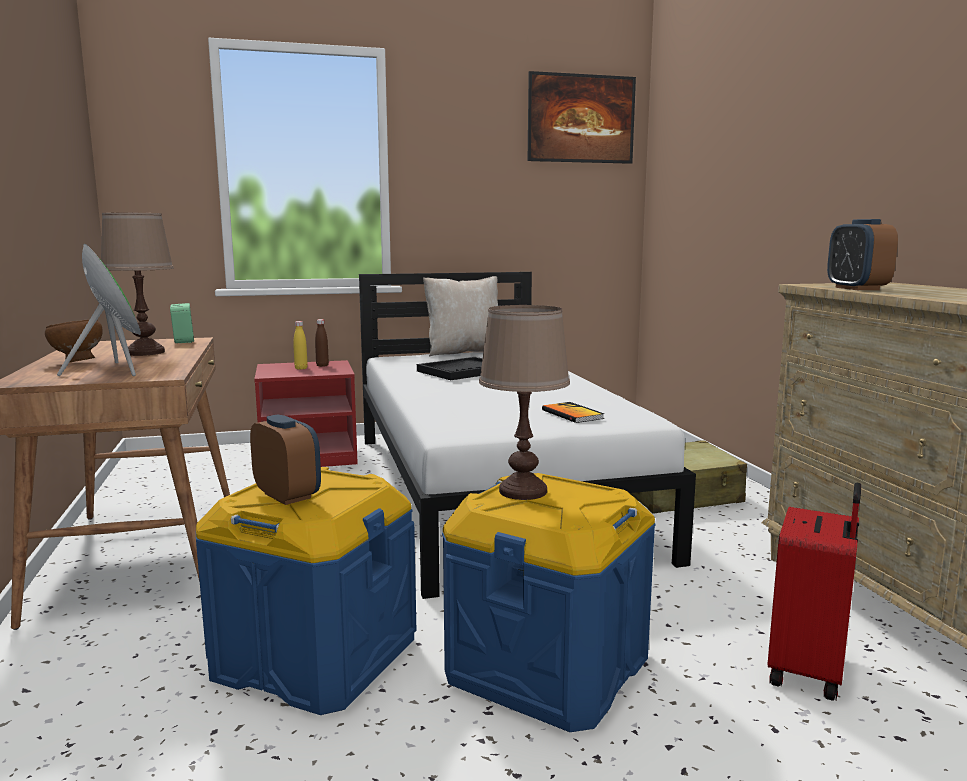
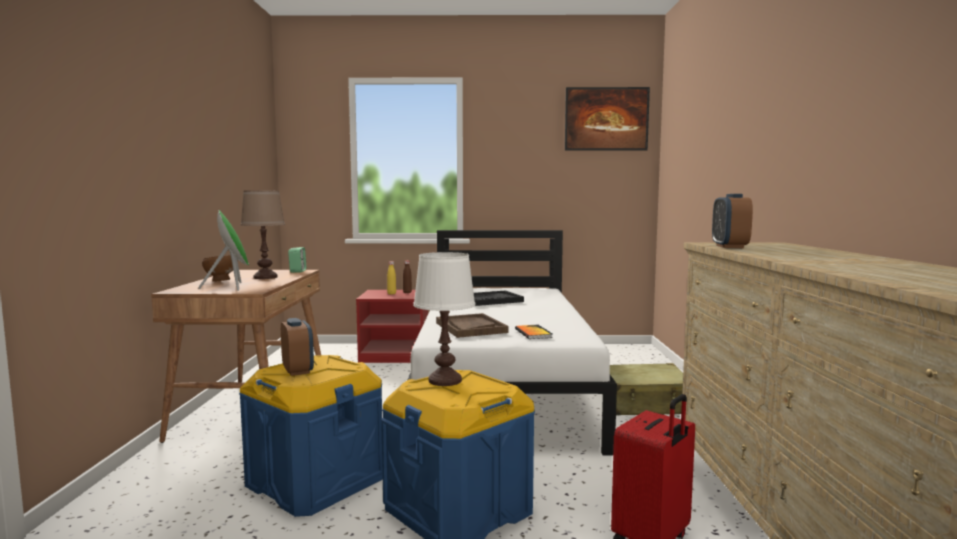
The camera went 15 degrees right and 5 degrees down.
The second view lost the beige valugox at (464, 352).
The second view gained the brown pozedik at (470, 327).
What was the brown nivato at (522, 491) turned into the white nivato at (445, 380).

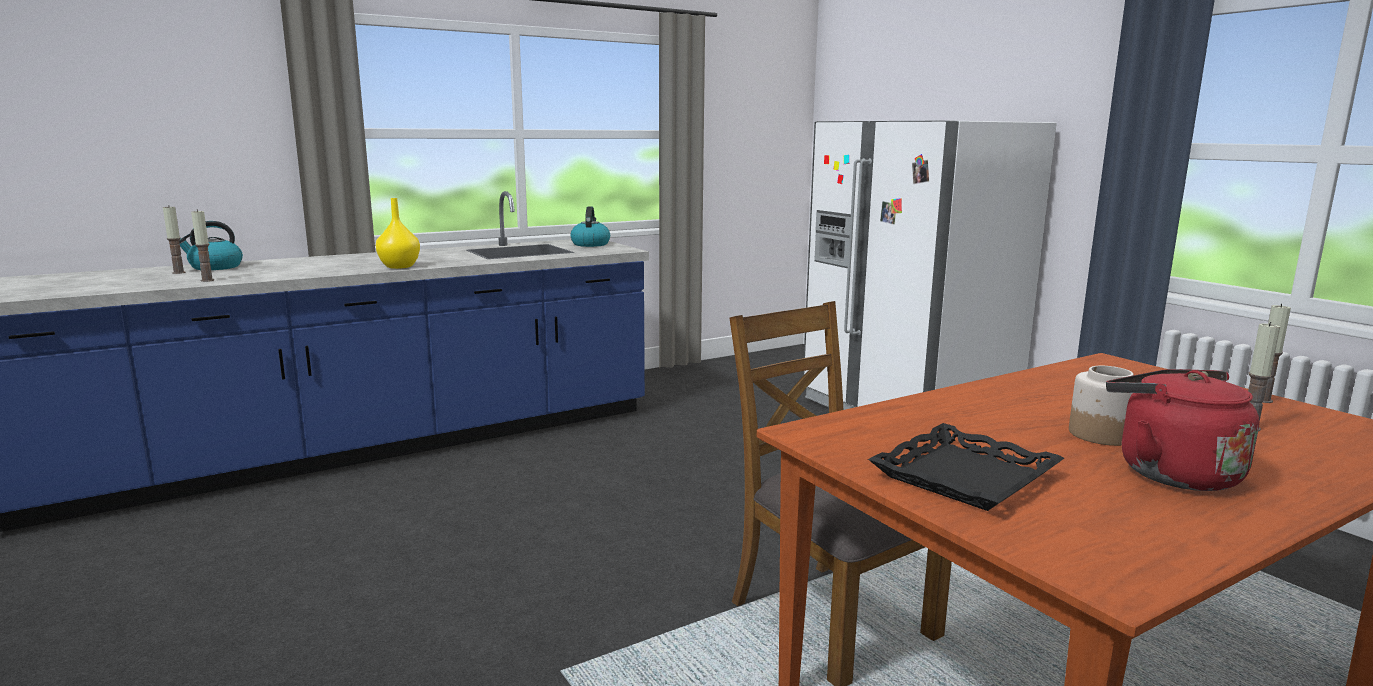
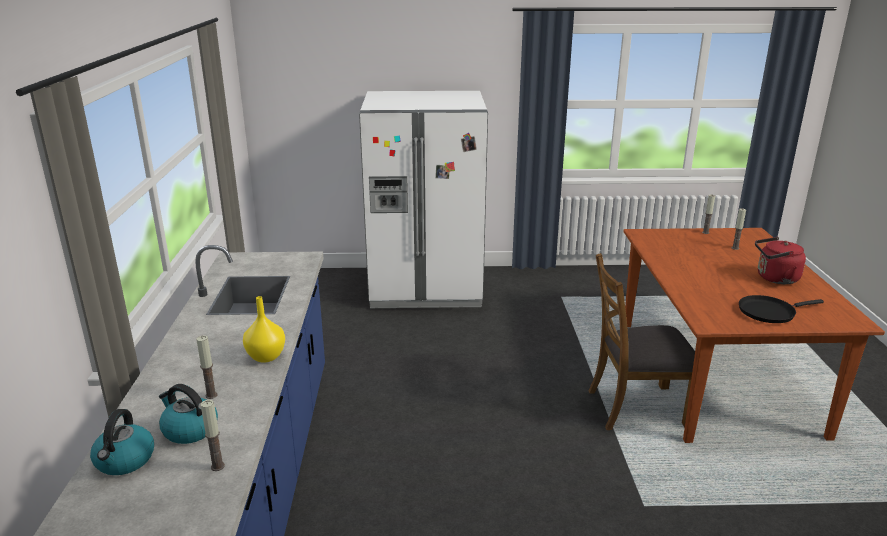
The camera went 60 degrees left and 10 degrees up.
The second view lost the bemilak at (1100, 434).
The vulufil ended up elsewhere, having gone from (178, 272) to (211, 395).
The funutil ended up elsewhere, having gone from (590, 244) to (189, 430).
Where the black pozedik stood at (963, 476), the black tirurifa came to stand at (769, 312).

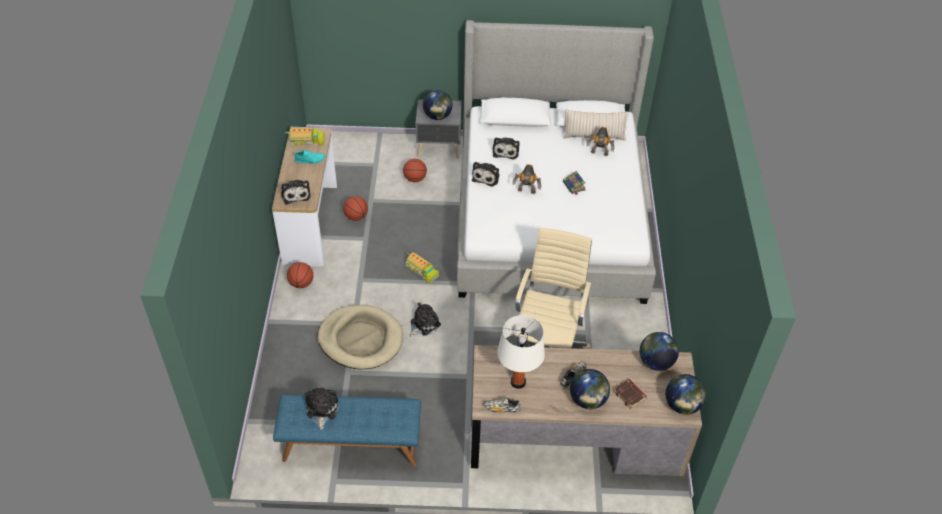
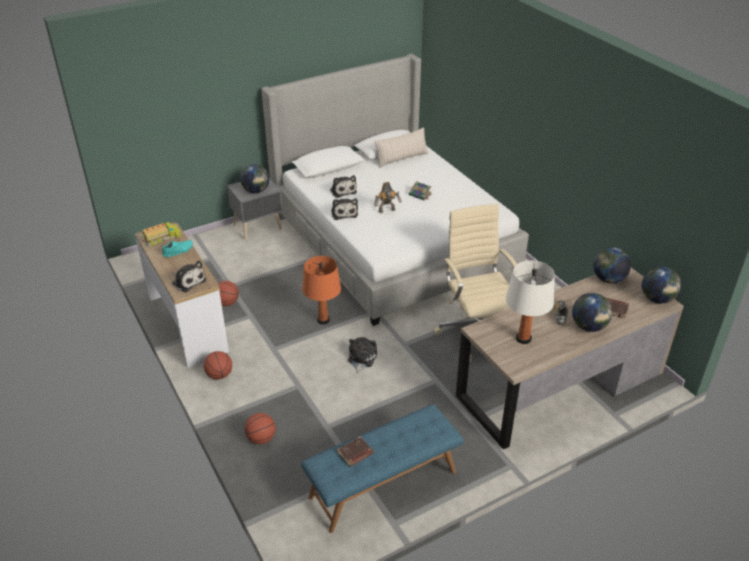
The camera went 30 degrees left and 10 degrees down.
The second view lost the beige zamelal at (361, 339).
The second view lost the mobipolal at (501, 409).
The second view lost the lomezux at (599, 154).
The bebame ended up elsewhere, having gone from (415, 179) to (261, 438).
Where the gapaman stood at (321, 410), the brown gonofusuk came to stand at (355, 454).
Where the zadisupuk stood at (421, 271), the orange nivato came to stand at (323, 320).

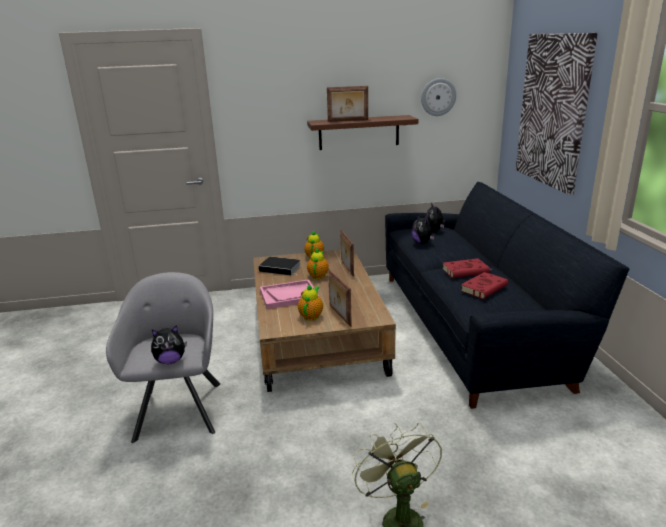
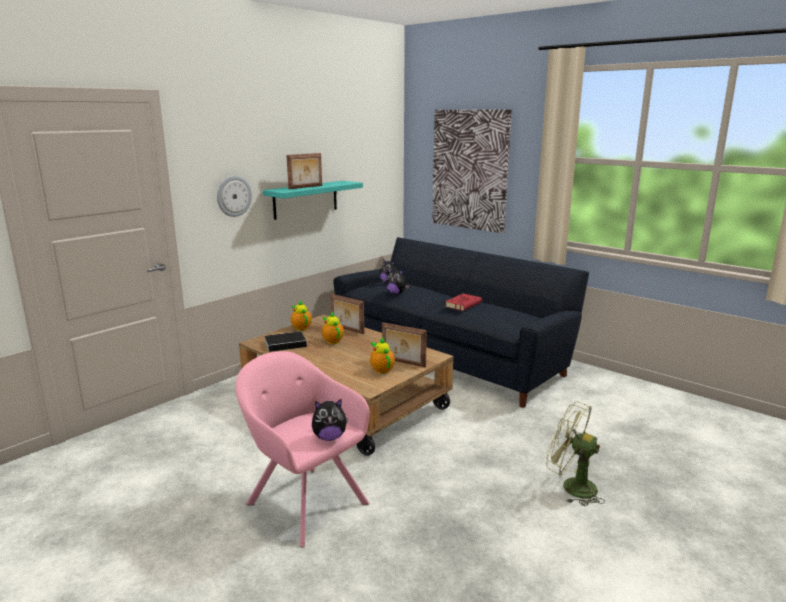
The camera went 40 degrees left and 5 degrees down.
The second view lost the pink pozedik at (289, 295).
The second view lost the red gonofusuk at (484, 288).
The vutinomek ended up elsewhere, having gone from (438, 97) to (233, 196).
What was the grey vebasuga at (179, 407) turned into the pink vebasuga at (303, 501).
What was the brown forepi at (359, 132) turned into the turquoise forepi at (305, 199).
The gapaman at (170, 361) ended up facing another way, 45 degrees clockwise from before.

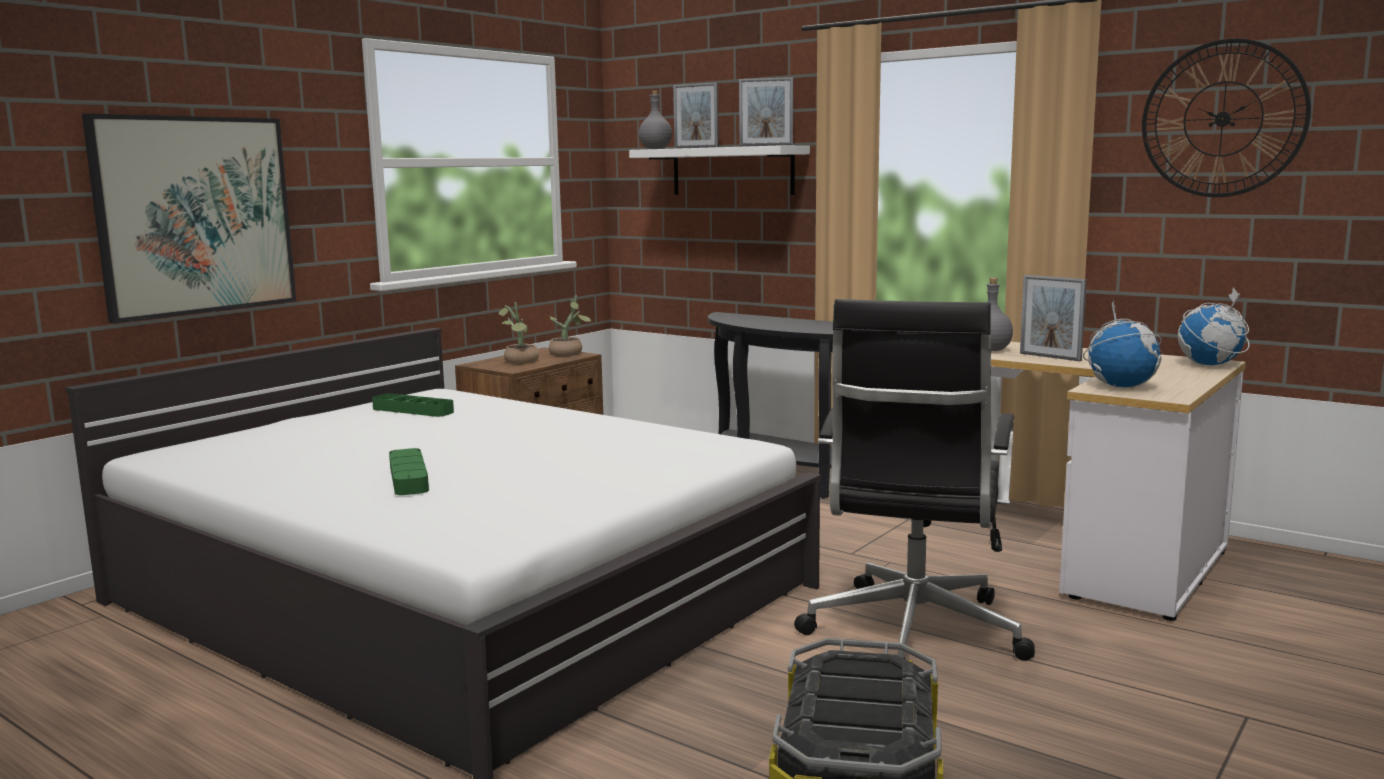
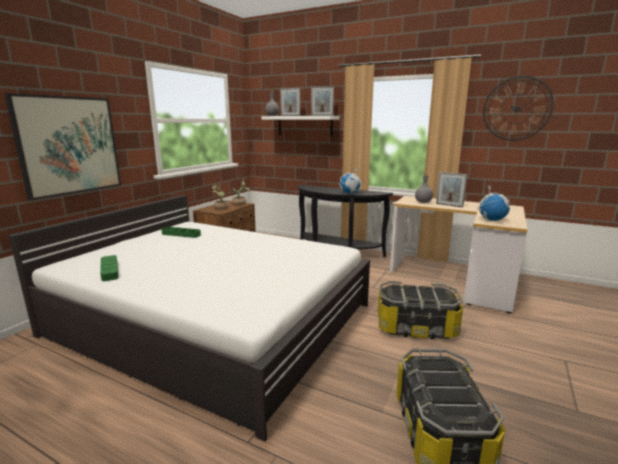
The camera went 10 degrees left and 5 degrees up.
The green pozedik ended up elsewhere, having gone from (408, 478) to (110, 270).
The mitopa ended up elsewhere, having gone from (1210, 365) to (350, 193).
Where the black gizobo stood at (912, 635), the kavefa came to stand at (416, 328).

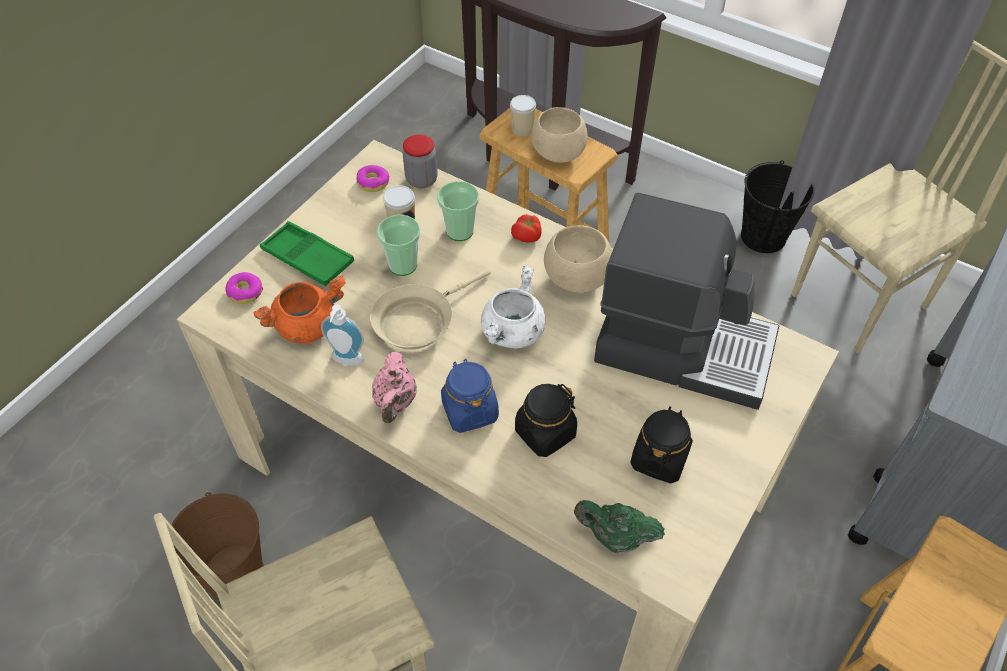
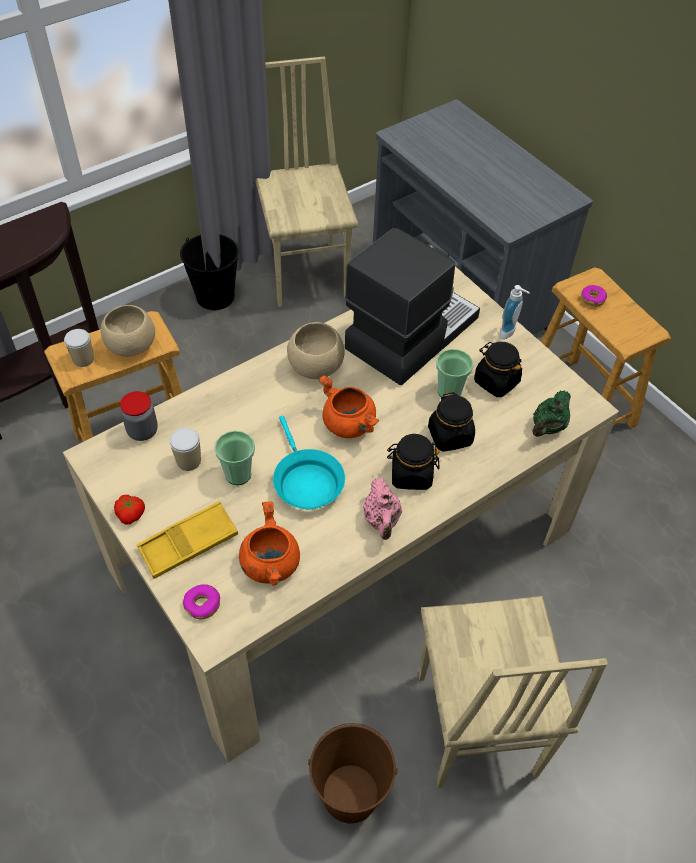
The camera went 70 degrees left and 0 degrees up.
The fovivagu ended up elsewhere, having gone from (346, 361) to (510, 333).
The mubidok ended up elsewhere, having gone from (373, 182) to (592, 299).
The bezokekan ended up elsewhere, having gone from (460, 231) to (449, 391).
The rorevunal ended up elsewhere, having gone from (527, 236) to (131, 514).
What was the green pozedik at (308, 258) turned into the yellow pozedik at (188, 543).
What was the beige tirurifa at (418, 321) turned into the turquoise tirurifa at (306, 481).
What was the blue bemilak at (469, 410) turned into the black bemilak at (411, 475).
What was the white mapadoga at (512, 333) turned into the orange mapadoga at (349, 424).
The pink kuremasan at (395, 402) ended up facing another way, 60 degrees clockwise from before.

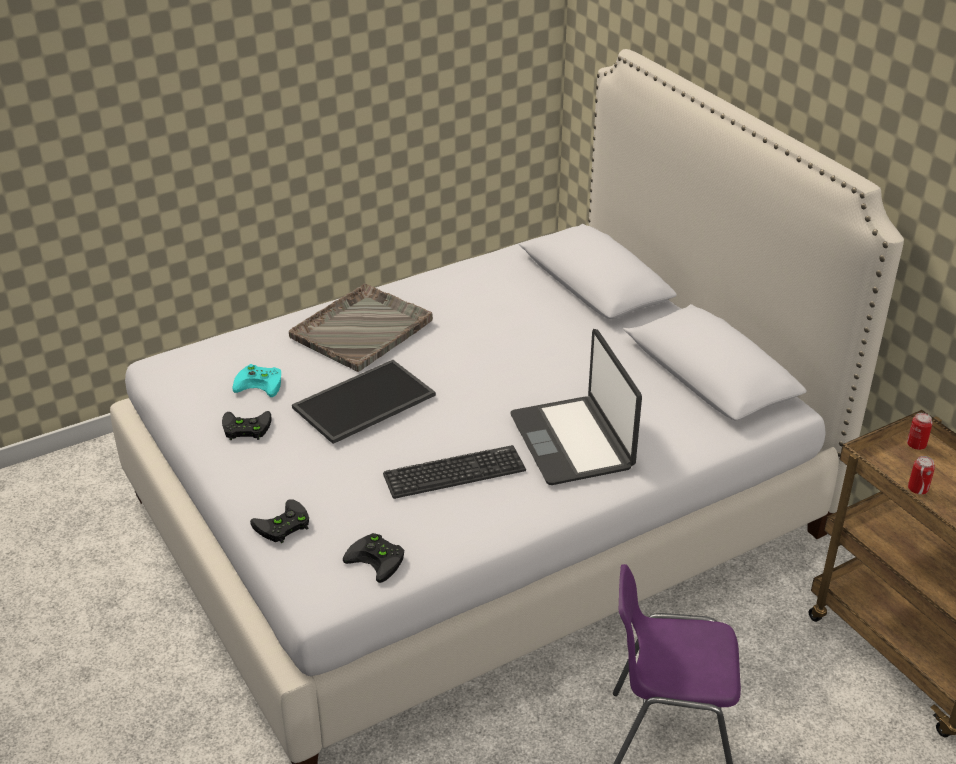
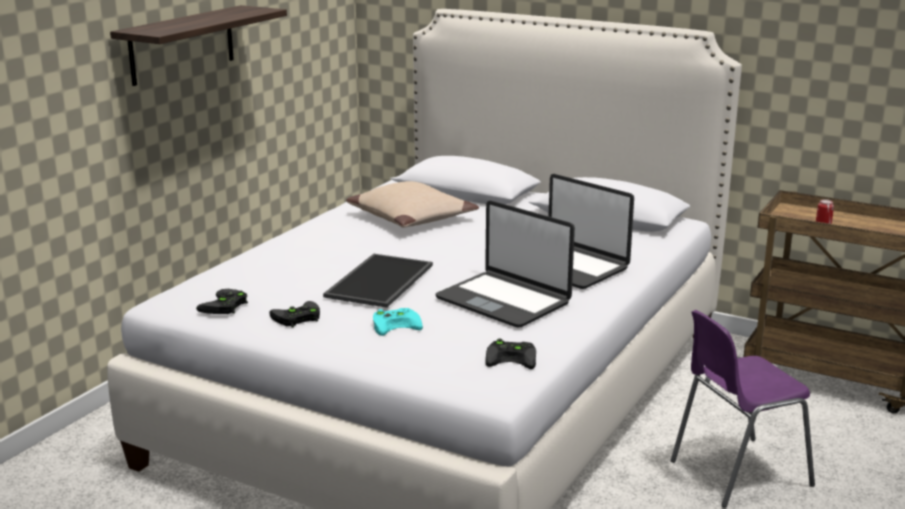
The camera went 30 degrees left and 15 degrees down.
The second view lost the grey pozedik at (363, 328).
The second view lost the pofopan at (916, 445).
The second view gained the forepi at (182, 45).
The second view gained the beige valugox at (412, 218).
The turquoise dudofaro ended up elsewhere, having gone from (261, 383) to (397, 324).
The black dudofaro ended up elsewhere, having gone from (282, 526) to (224, 306).
Where the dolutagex stood at (454, 473), the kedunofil came to stand at (504, 300).

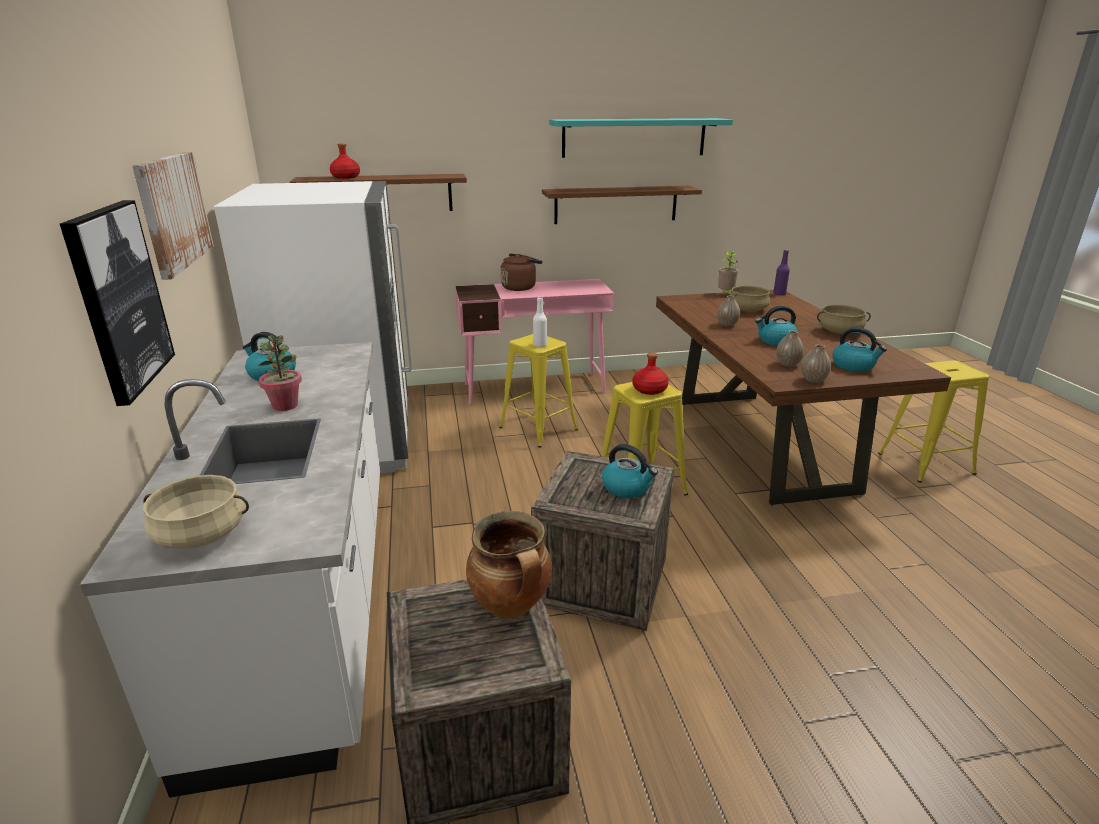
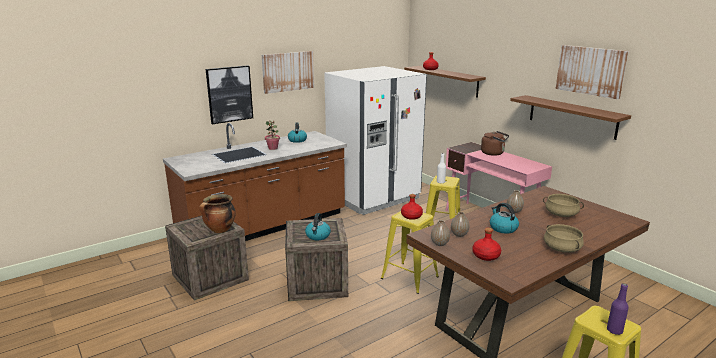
The camera went 65 degrees right and 5 degrees down.
The second view lost the beige mapadoga at (202, 534).
The second view lost the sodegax at (725, 294).
The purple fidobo ended up elsewhere, having gone from (779, 294) to (614, 330).
Where the turquoise forepi hung at (634, 137), the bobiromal came to hang at (590, 71).
Where the funutil stood at (854, 366), the red fidobo came to stand at (486, 256).
What was the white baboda at (309, 599) turned into the brown baboda at (264, 226).

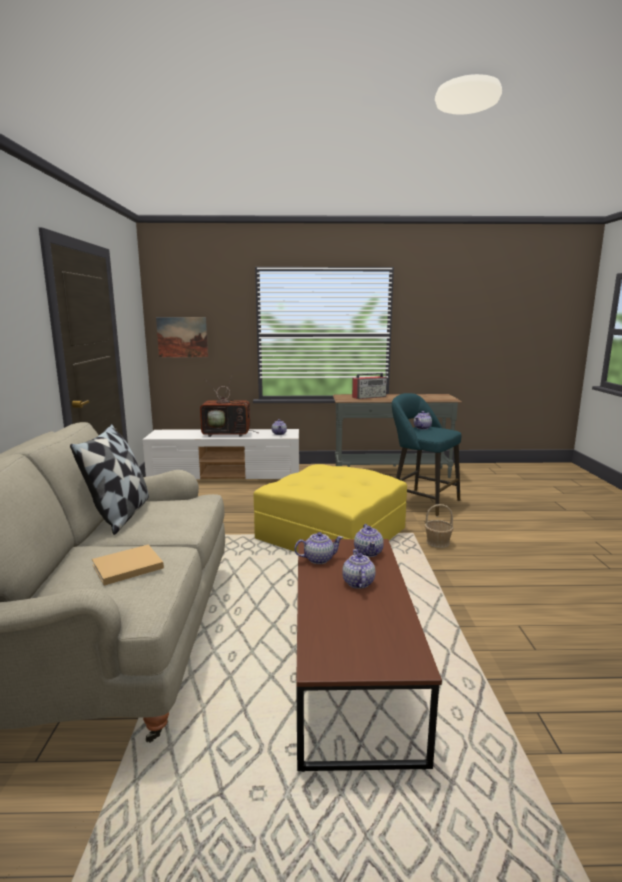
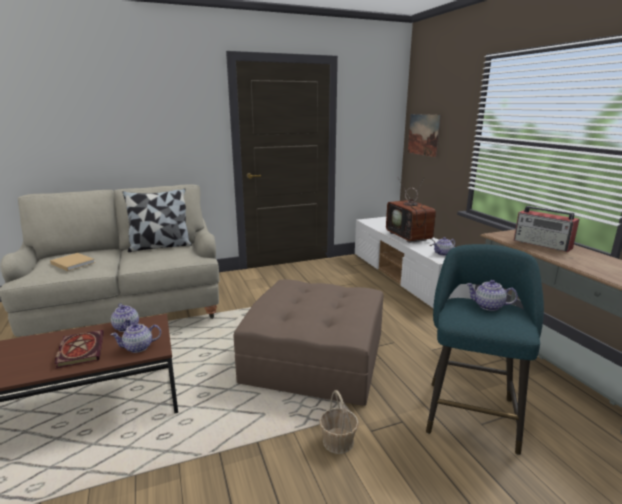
The camera went 70 degrees right and 5 degrees up.
Where the kuremasan stood at (357, 582), the gonofusuk came to stand at (80, 350).
What was the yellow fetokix at (332, 533) turned into the brown fetokix at (316, 357).

